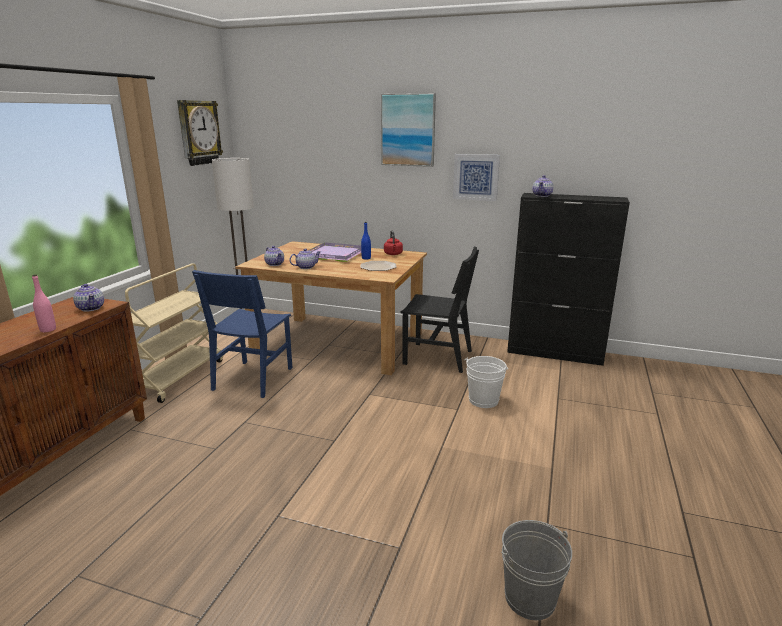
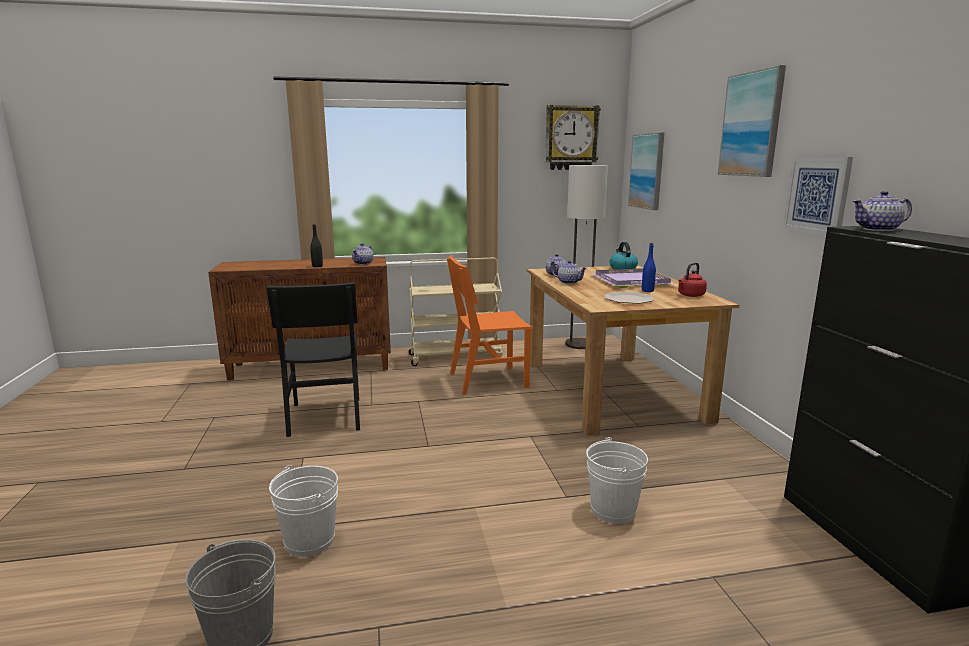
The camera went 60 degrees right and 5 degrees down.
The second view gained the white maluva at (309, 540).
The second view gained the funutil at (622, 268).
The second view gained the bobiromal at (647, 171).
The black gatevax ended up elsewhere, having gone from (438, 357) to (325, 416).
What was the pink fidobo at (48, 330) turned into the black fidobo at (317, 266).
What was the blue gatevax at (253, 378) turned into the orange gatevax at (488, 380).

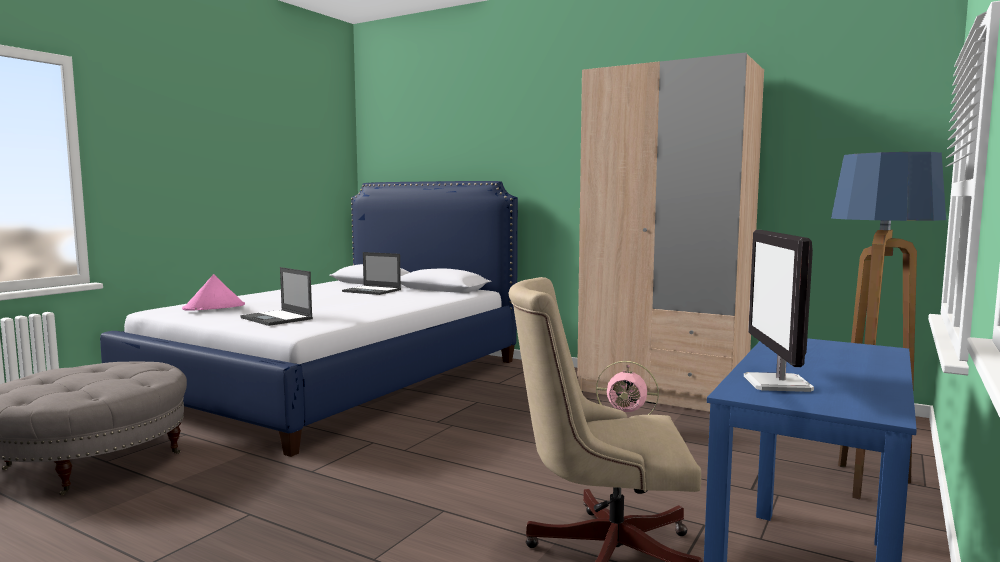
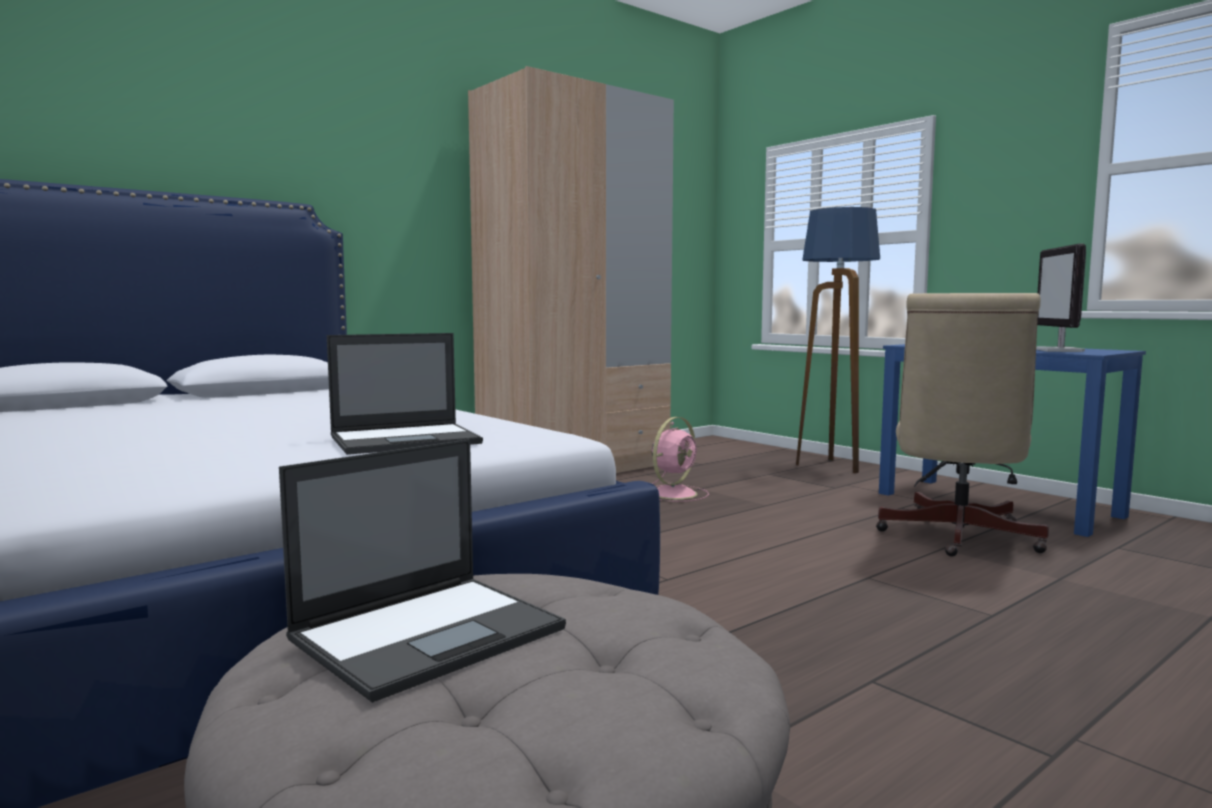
The camera went 70 degrees left and 0 degrees up.
The second view lost the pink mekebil at (214, 307).
The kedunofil ended up elsewhere, having gone from (372, 291) to (430, 633).
The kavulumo at (778, 384) ended up facing another way, 75 degrees clockwise from before.

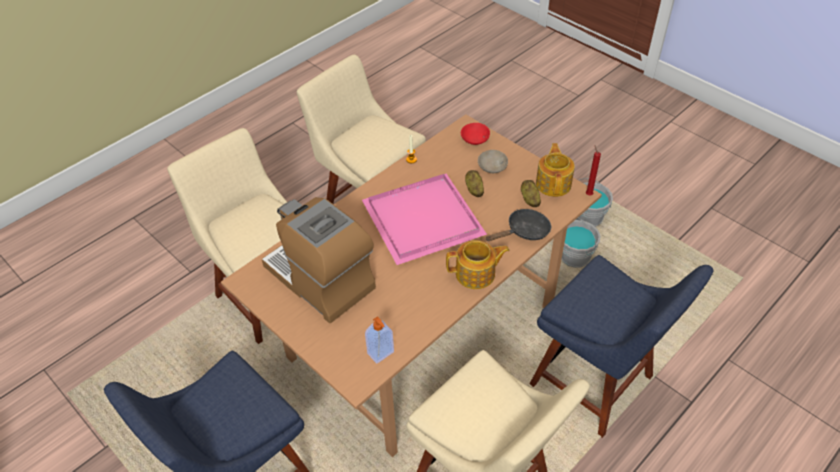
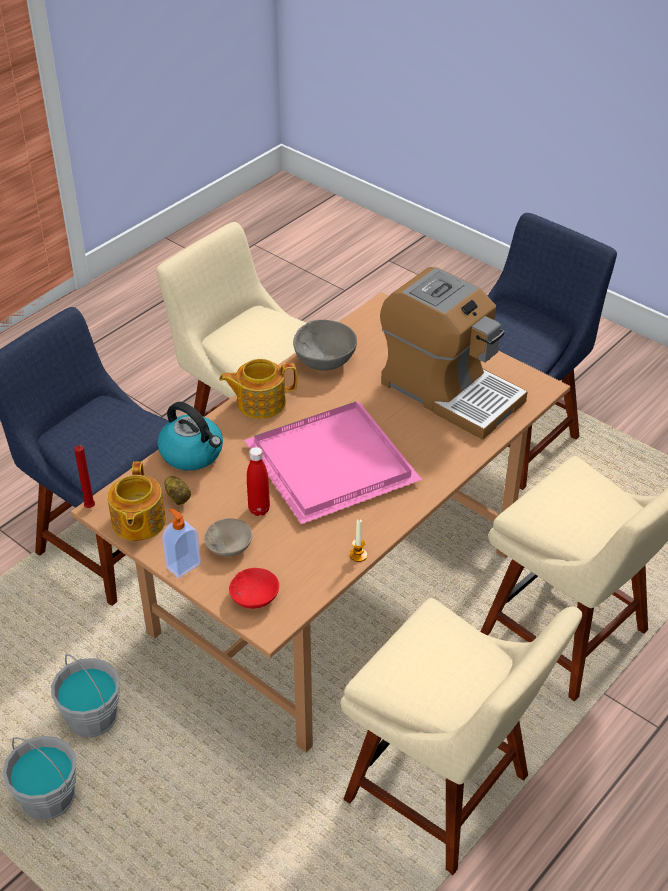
The camera went 175 degrees right and 5 degrees down.
The second view gained the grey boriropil at (324, 362).
The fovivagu ended up elsewhere, having gone from (381, 353) to (182, 565).
Where the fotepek stood at (474, 189), the red fidobo came to stand at (259, 509).
Where the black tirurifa stood at (524, 231), the funutil came to stand at (193, 453).

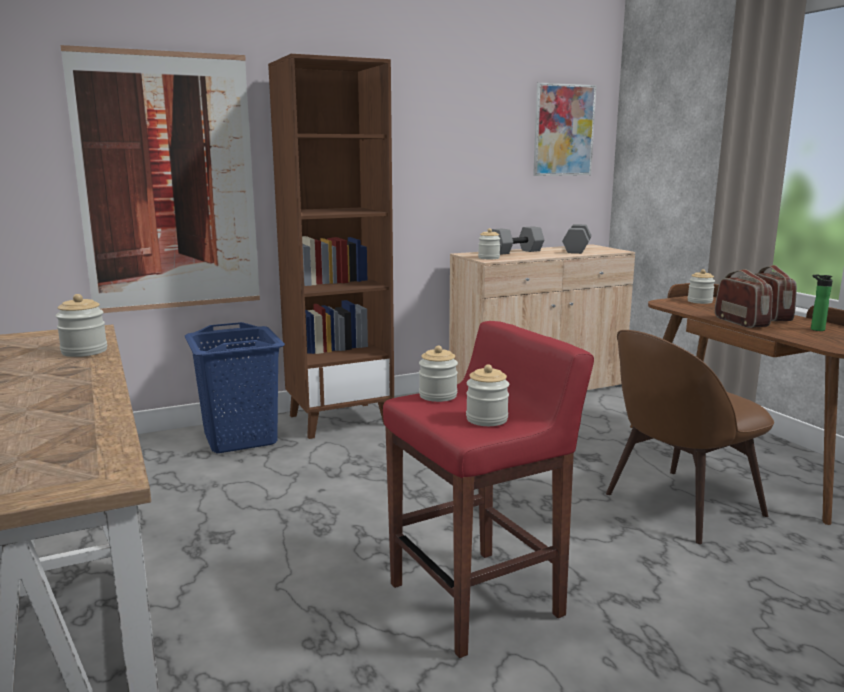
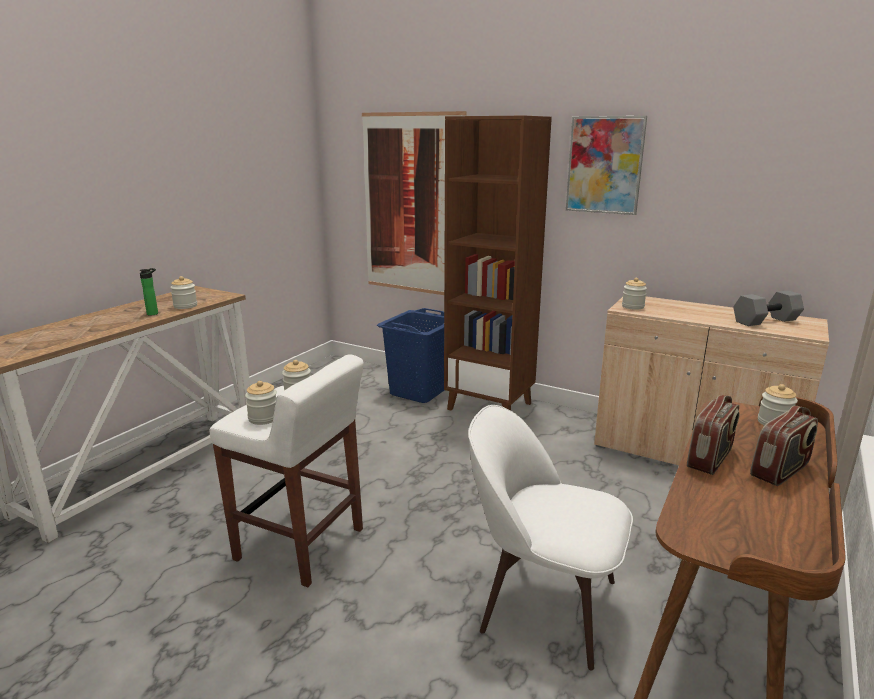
The camera went 55 degrees right and 5 degrees up.
The second view lost the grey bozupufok at (515, 252).
The bobiromal ended up elsewhere, having gone from (563, 130) to (604, 165).
The fidobo ended up elsewhere, having gone from (815, 329) to (154, 313).
What was the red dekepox at (478, 599) turned into the white dekepox at (301, 545).
What was the brown gatevax at (679, 506) turned into the white gatevax at (543, 603).

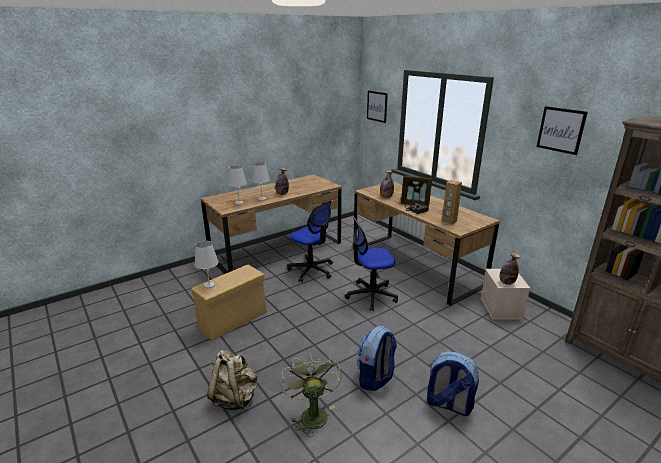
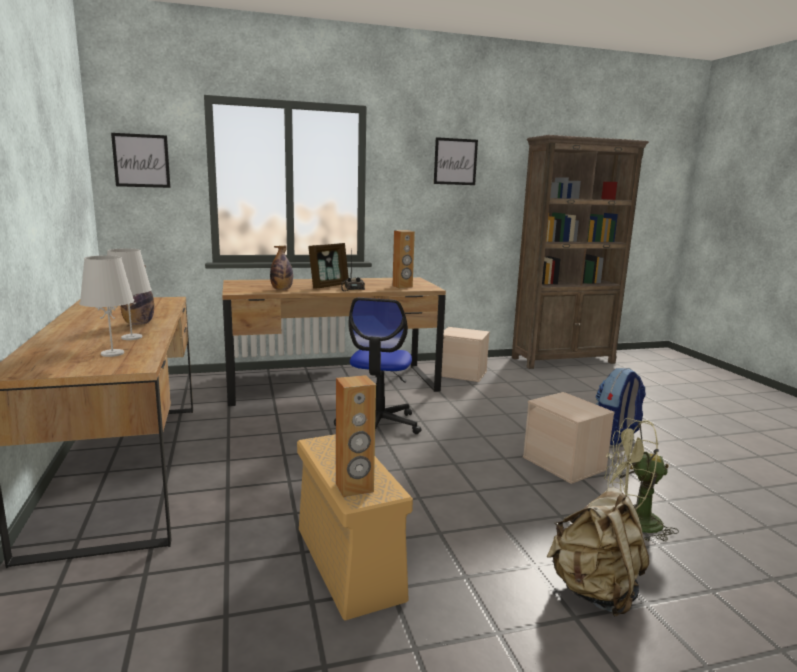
The camera went 70 degrees left and 10 degrees down.
The second view lost the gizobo at (311, 270).
The second view lost the fidobo at (506, 282).
Where the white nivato stood at (209, 285), the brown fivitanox came to stand at (354, 488).
Where the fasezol stood at (375, 378), the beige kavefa came to stand at (565, 463).

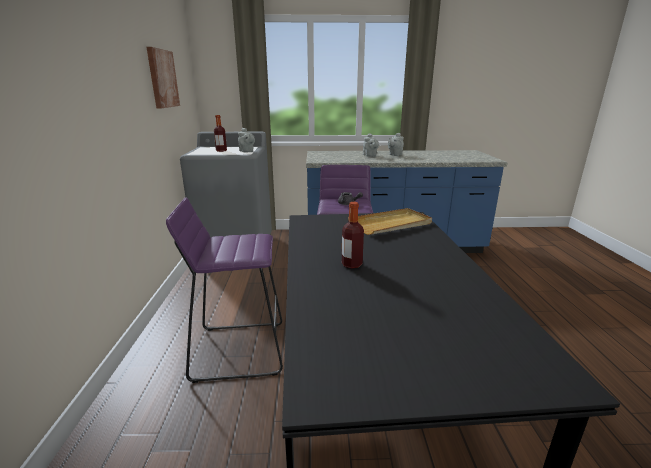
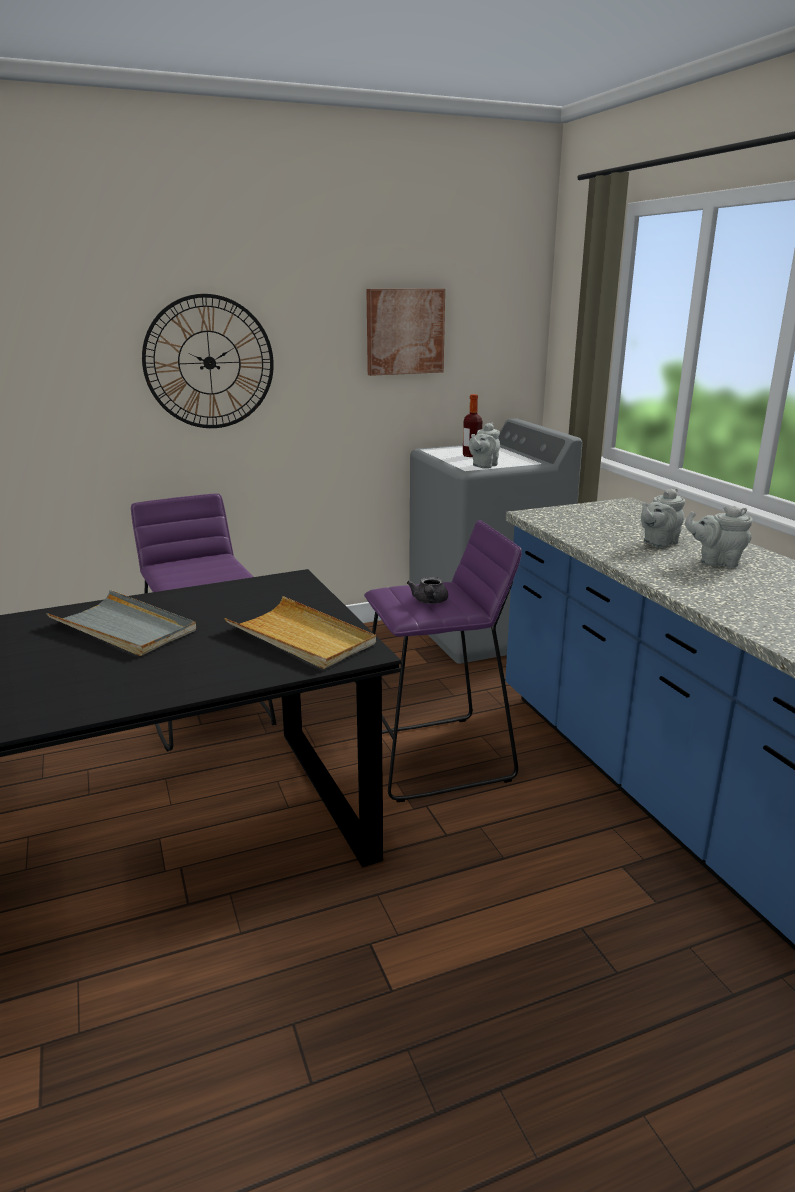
The camera went 70 degrees right and 0 degrees up.
The second view gained the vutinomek at (209, 362).
Where the fidobo stood at (351, 264), the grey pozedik came to stand at (124, 628).

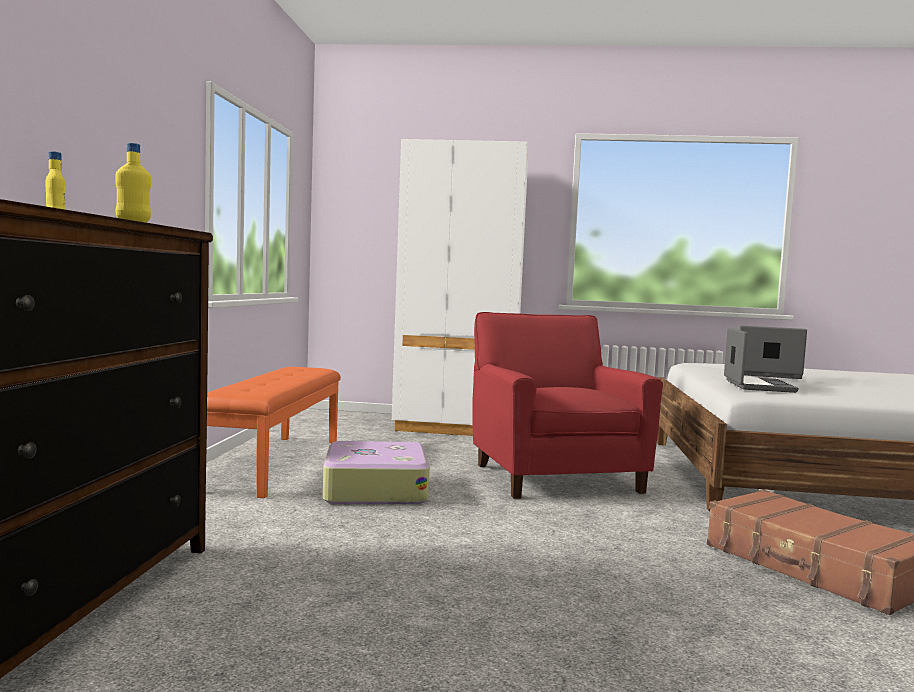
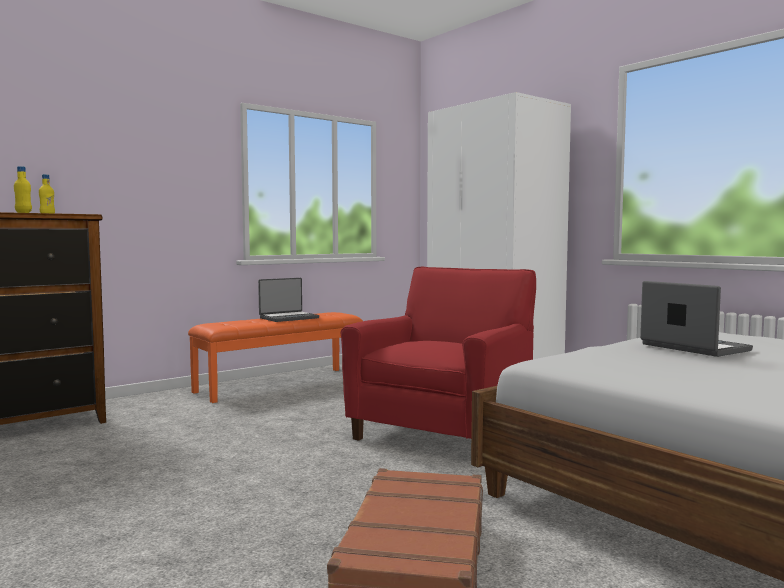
The camera went 45 degrees right and 0 degrees up.
The second view lost the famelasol at (374, 489).
The kedunofil ended up elsewhere, having gone from (757, 386) to (288, 318).

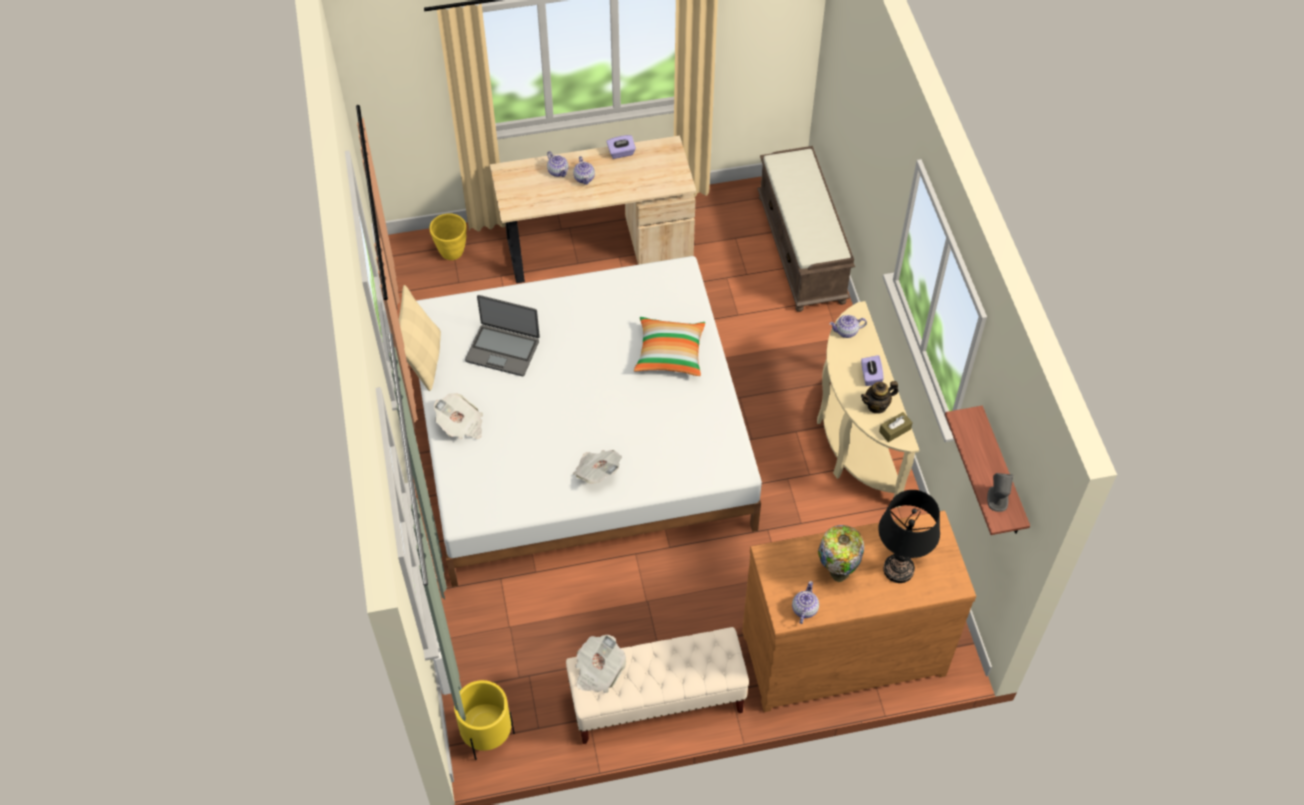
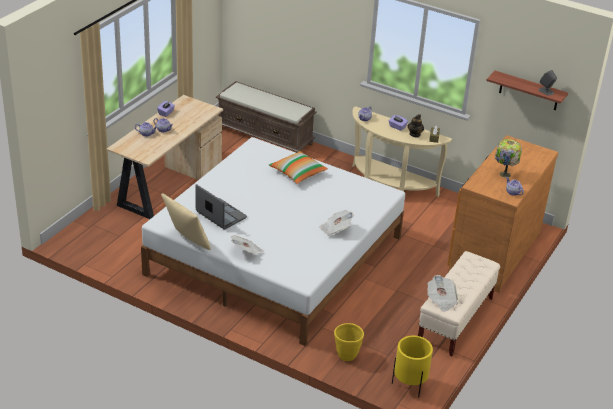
The camera went 50 degrees left and 20 degrees down.
The second view lost the black nivato at (898, 570).
The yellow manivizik ended up elsewhere, having gone from (452, 252) to (346, 355).
The kedunofil at (503, 350) ended up facing another way, 105 degrees counterclockwise from before.

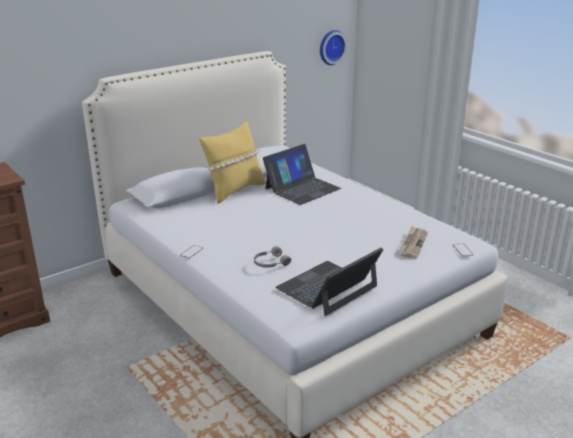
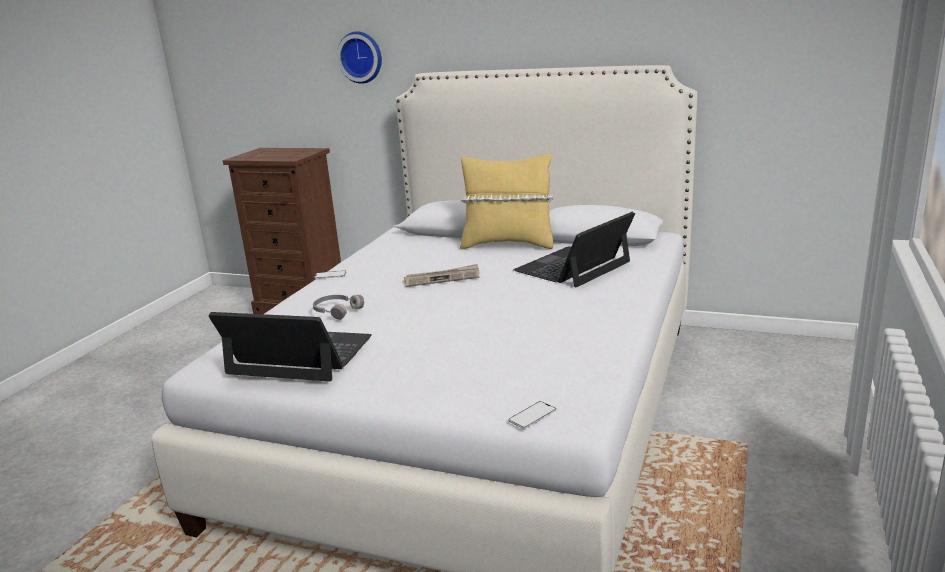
The camera went 60 degrees right and 5 degrees down.
The vutinomek ended up elsewhere, having gone from (331, 47) to (361, 57).
The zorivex ended up elsewhere, having gone from (412, 244) to (442, 278).
The kedunofil at (302, 188) ended up facing another way, 120 degrees clockwise from before.

